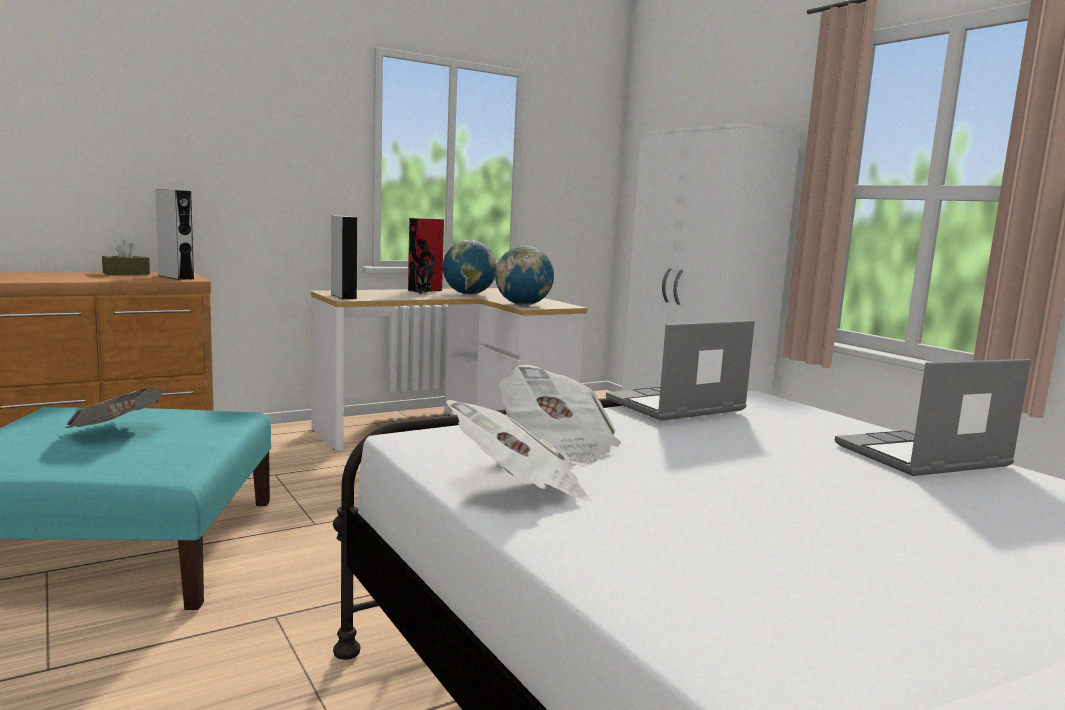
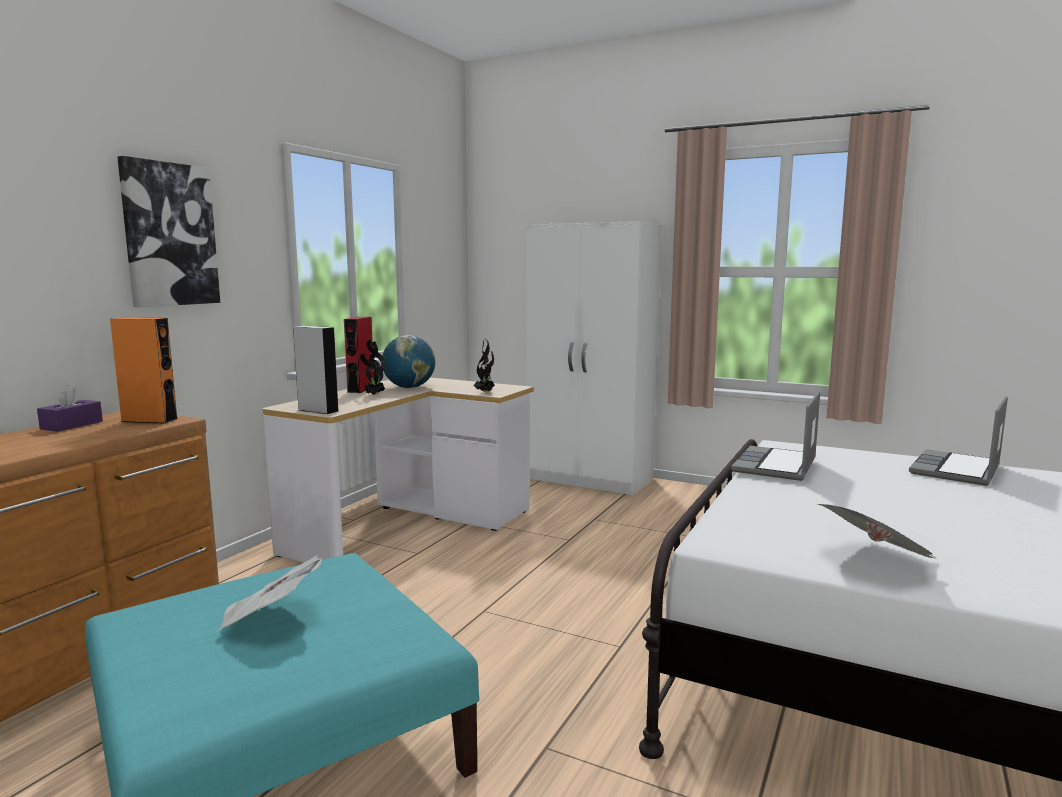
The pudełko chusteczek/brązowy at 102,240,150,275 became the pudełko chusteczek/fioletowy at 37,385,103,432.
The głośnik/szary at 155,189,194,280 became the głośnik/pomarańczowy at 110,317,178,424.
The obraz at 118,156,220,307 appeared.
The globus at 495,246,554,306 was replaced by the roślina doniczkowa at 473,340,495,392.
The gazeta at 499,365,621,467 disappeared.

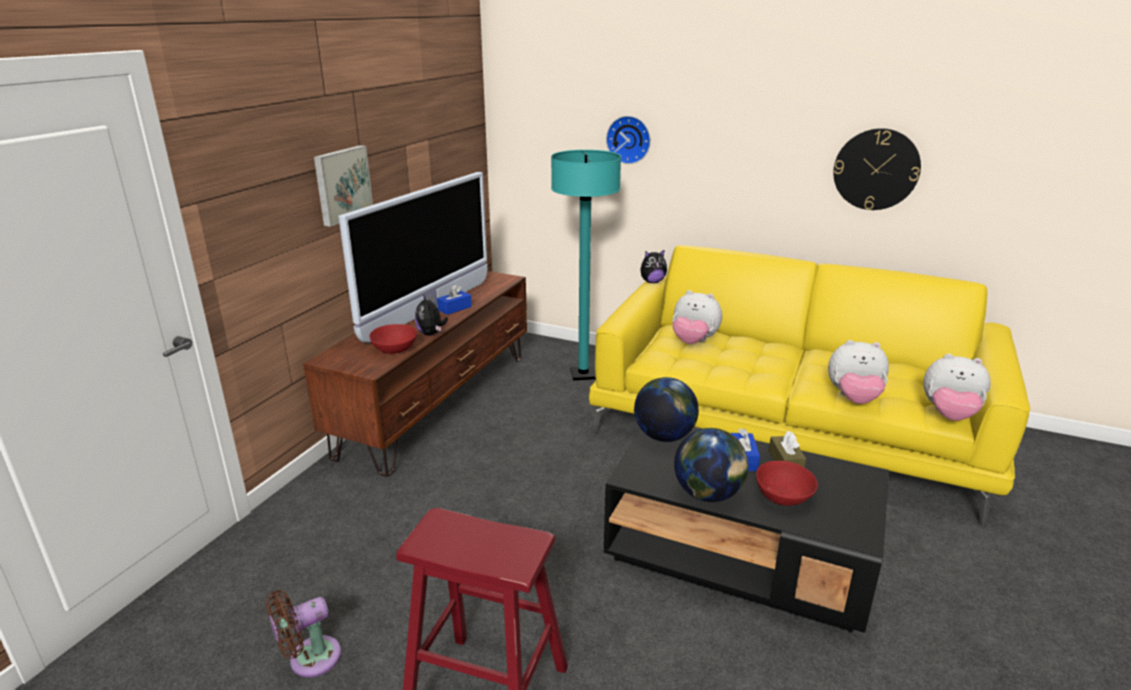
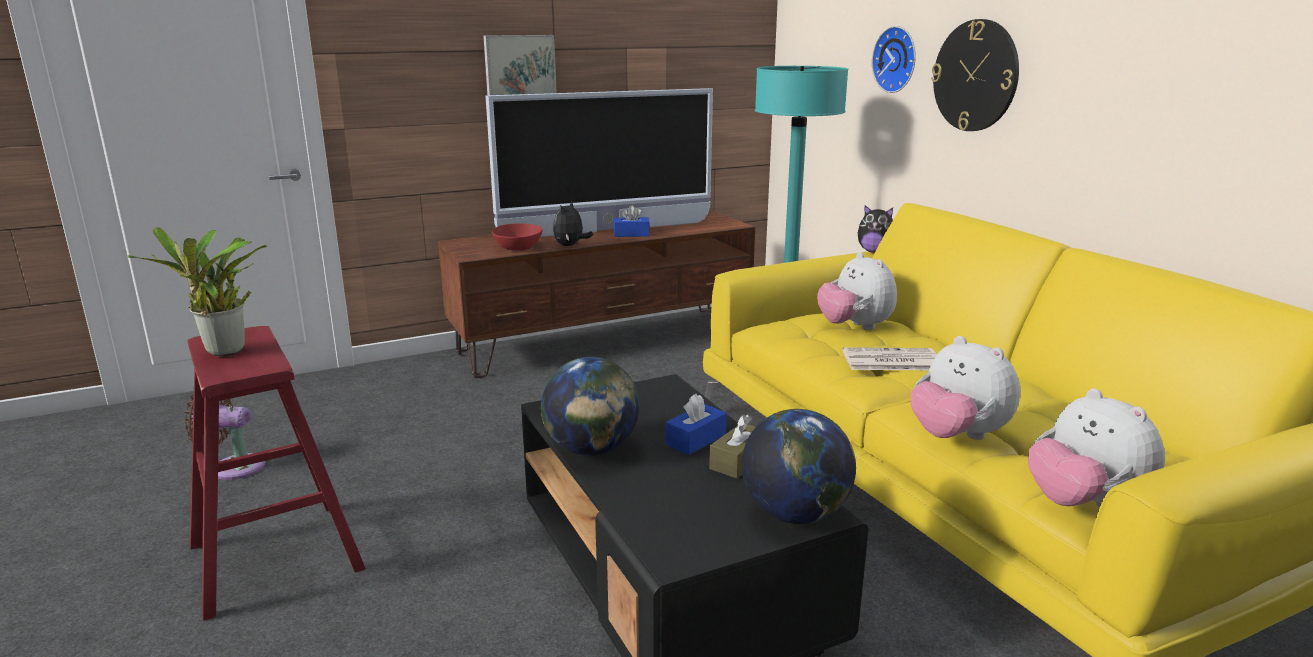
The roślina doniczkowa at 126,227,267,356 appeared.
The globus moved from 634,377,699,442 to 741,409,856,524.
The gazeta at 843,347,937,370 appeared.
The zegar ścienny moved from 833,128,921,210 to 931,19,1019,131.
The miska/czerwony at 756,461,818,506 disappeared.

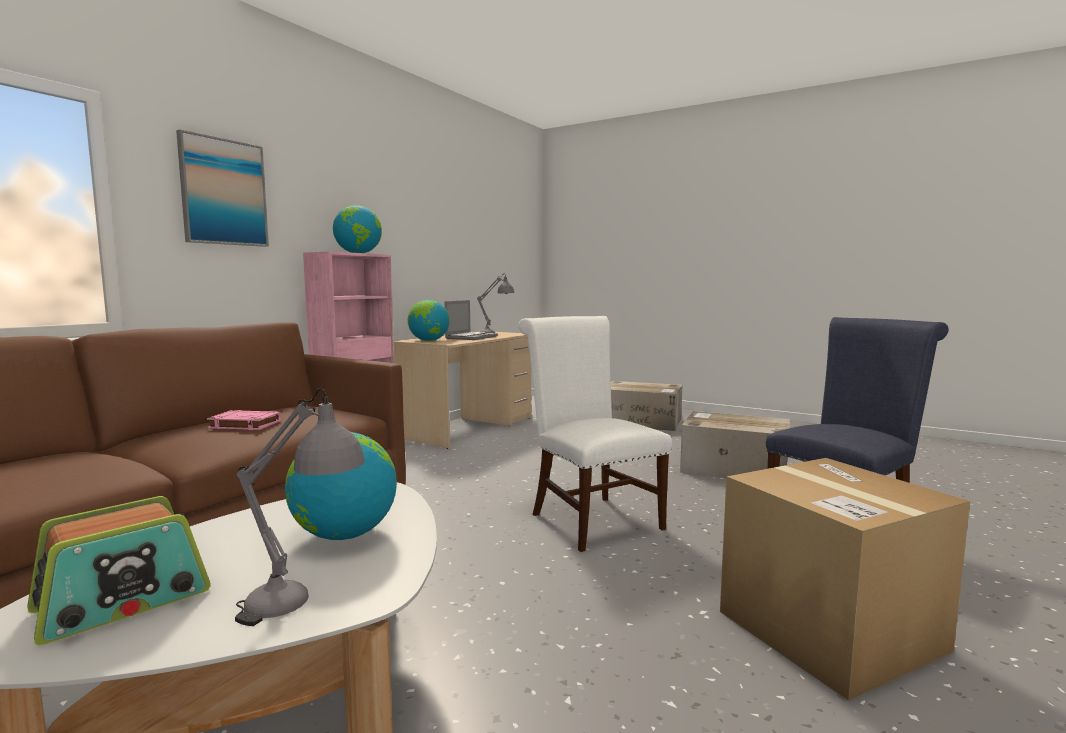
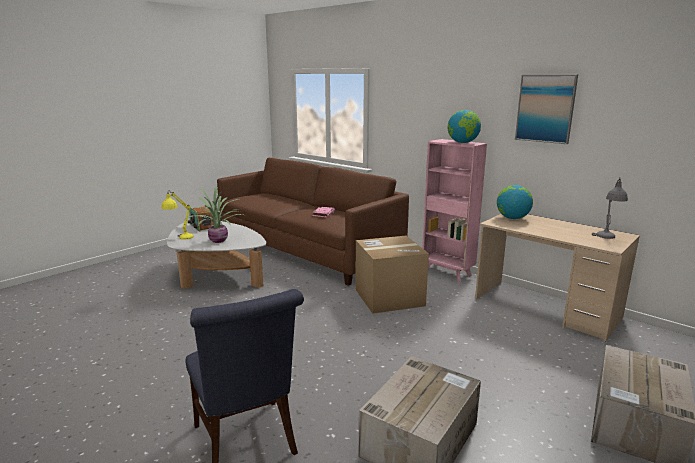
The lampa stołowa/szary at 235,388,365,626 became the lampa stołowa/żółty at 161,190,194,239.
The globus at 285,432,397,540 was replaced by the roślina doniczkowa at 187,187,243,243.
The karton moved from 720,458,970,701 to 355,236,429,314.
The obraz moved from 176,129,269,247 to 515,75,578,144.
The laptop at 445,300,498,340 disappeared.
The krzesło/biały at 518,316,672,552 disappeared.

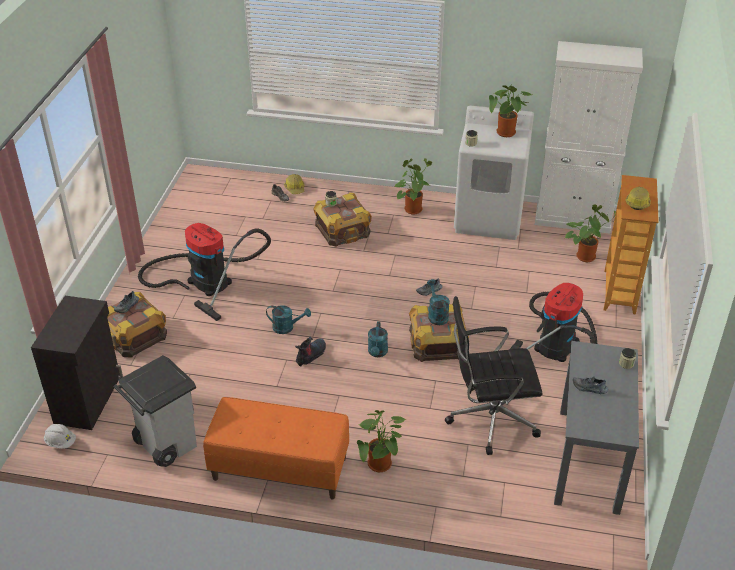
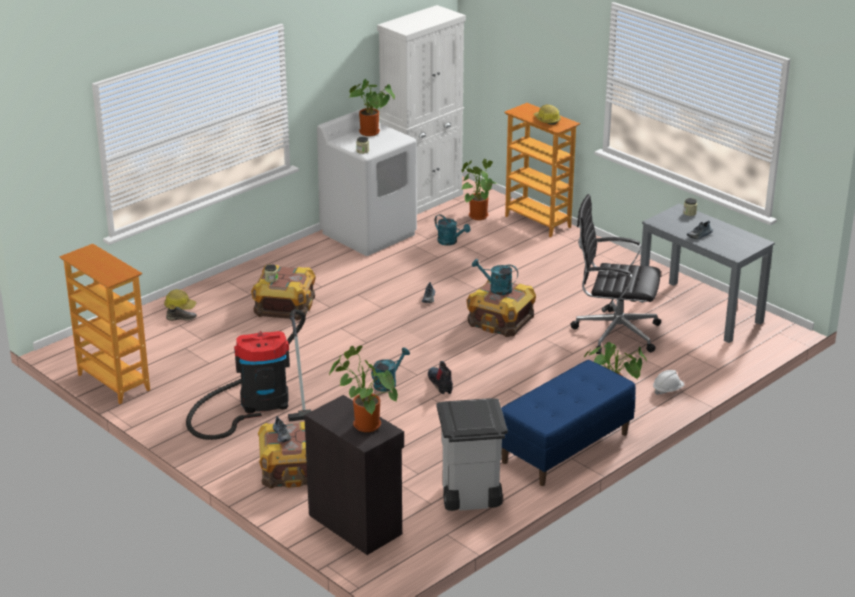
The regał at 59,244,150,404 appeared.
The roślina doniczkowa moved from 394,158,432,215 to 329,346,398,432.
The konewka/turkusowy moved from 368,321,388,357 to 435,214,470,246.
The ławka/pomarańczowy at 203,397,349,499 became the ławka/niebieski at 501,360,636,486.
The krzesło biurowe/czarny at 445,296,543,455 turned 75 degrees clockwise.
The kask/biały moved from 44,424,76,449 to 653,370,684,395.
The odkurzacz at 510,283,598,362 disappeared.

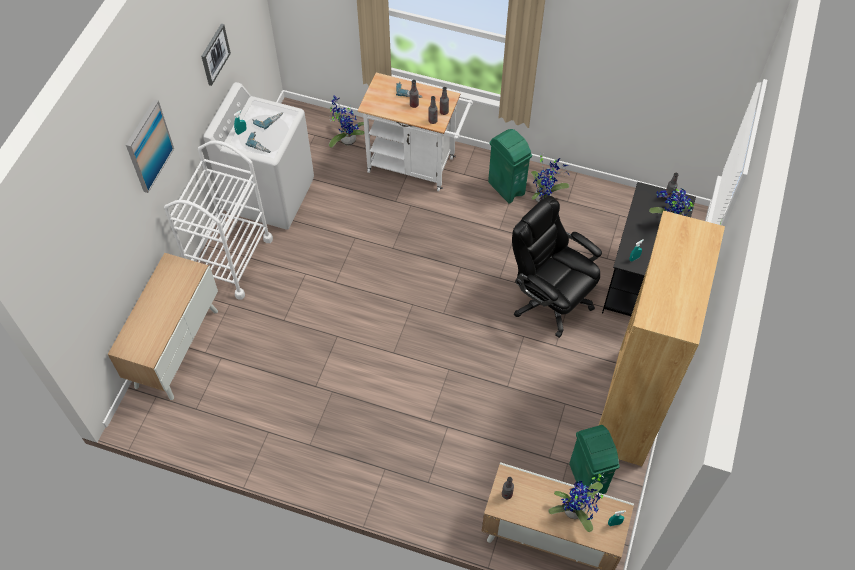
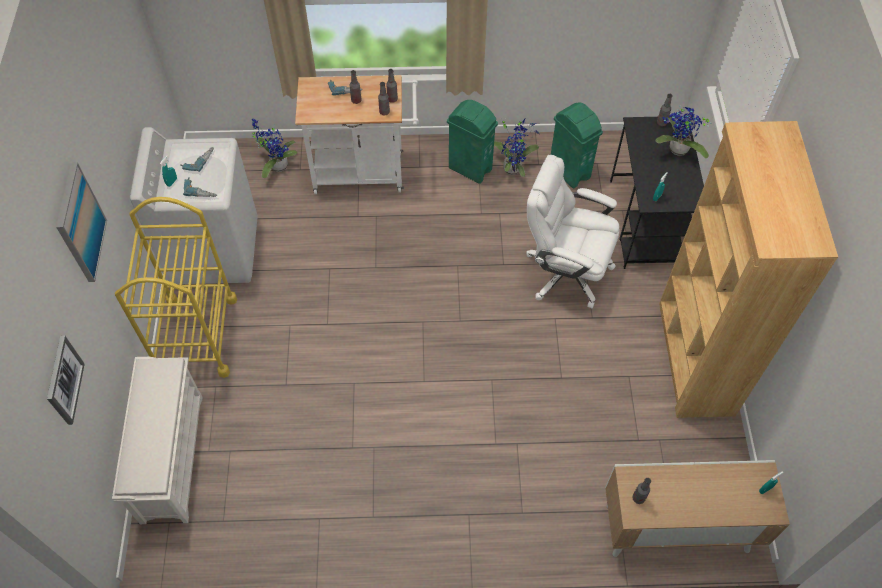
The obraz moved from 201,24,231,86 to 47,336,85,425.
The szafka at 108,253,218,400 was replaced by the regał na buty/biały at 112,357,203,524.
The wózek/biały at 164,140,273,300 became the wózek/żółty at 115,197,237,378.
The krzesło biurowe/czarny at 512,195,602,338 became the krzesło biurowe/biały at 526,155,620,308.
The kosz na śmieci/zielony moved from 569,425,620,494 to 551,102,603,188.
The roślina doniczkowa at 548,472,605,532 disappeared.

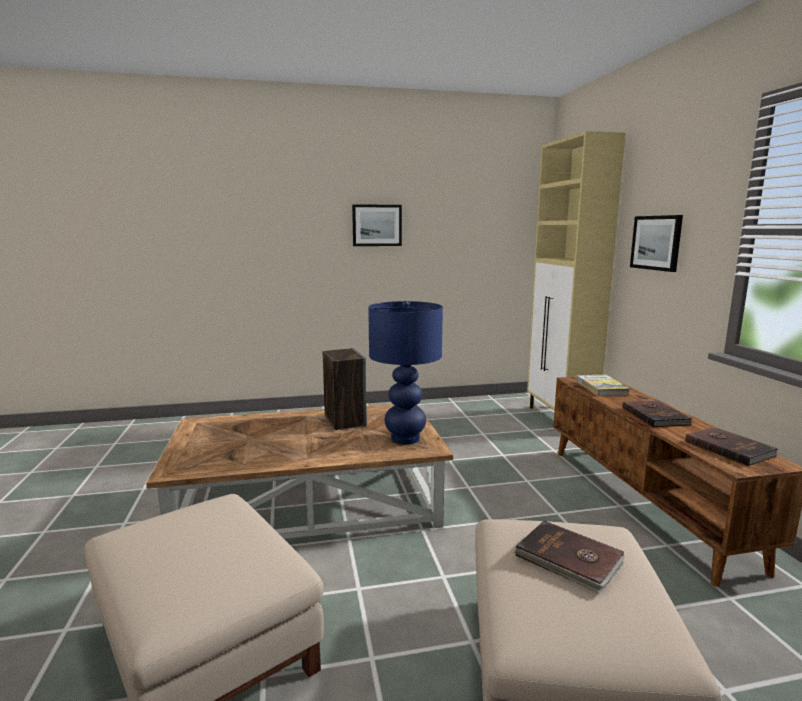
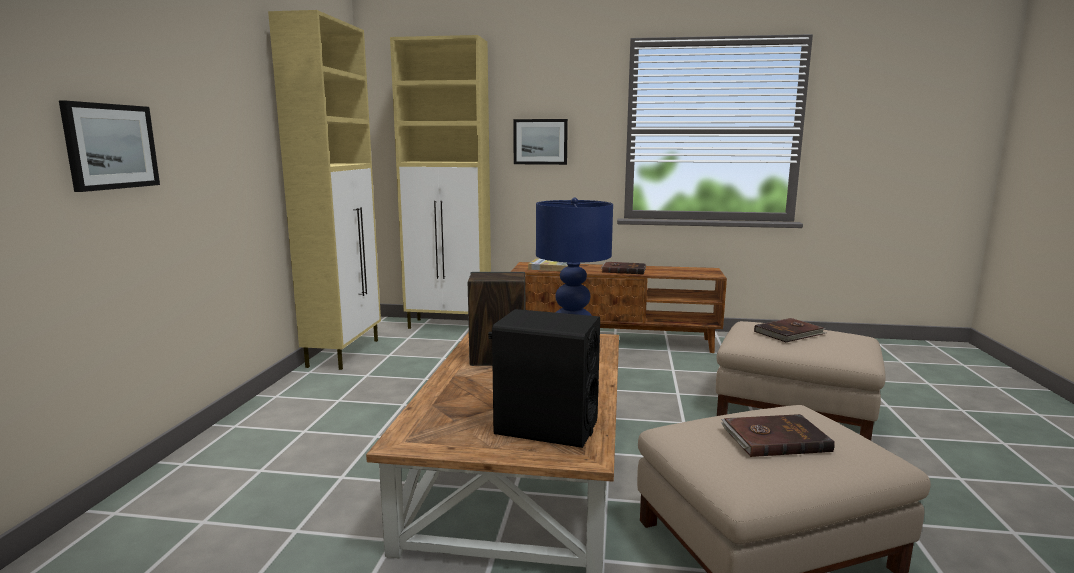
The obraz moved from 352,204,402,246 to 59,101,160,192.
The szafka/beżowy at 268,10,381,370 appeared.
The głośnik/czarny at 488,309,600,448 appeared.
The książka/brązowy moved from 685,427,779,466 to 721,414,835,457.

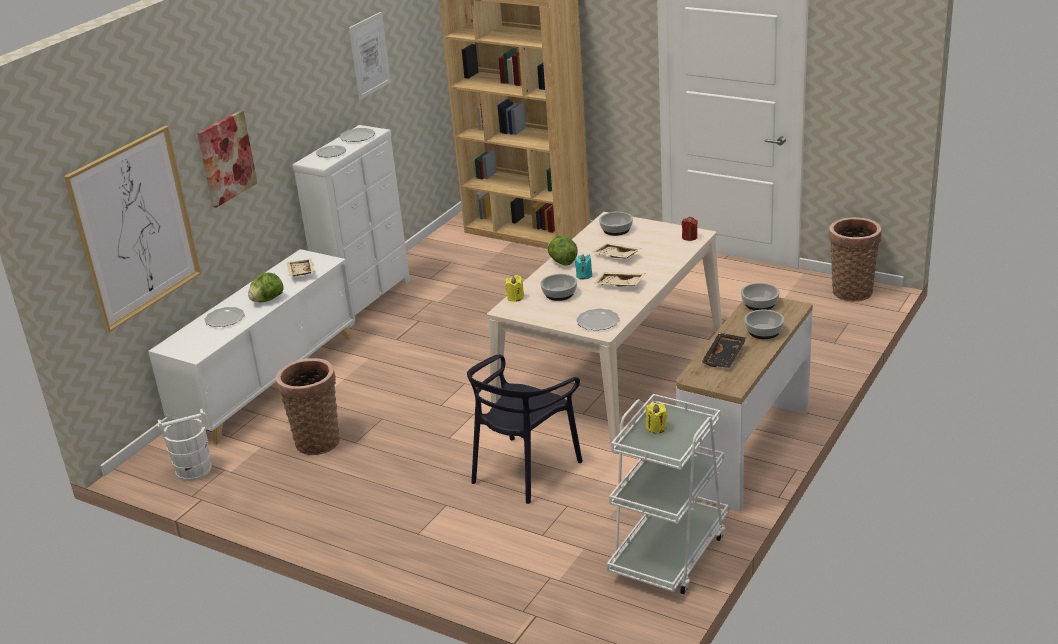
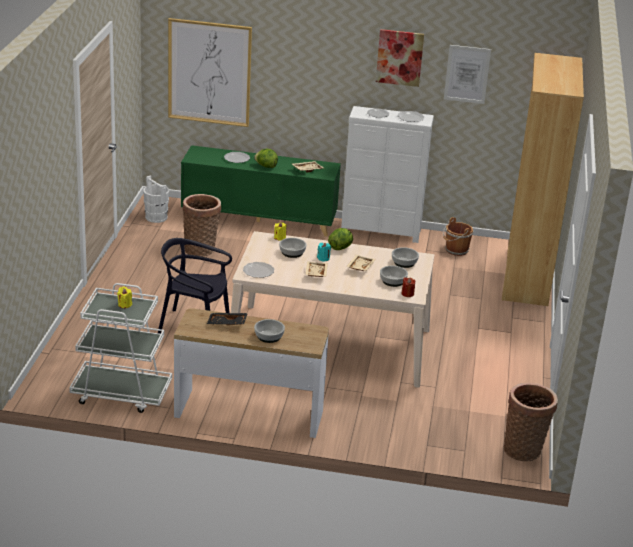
The szafka/biały at 148,249,355,445 became the szafka/zielony at 181,145,341,237.
The obraz moved from 197,110,257,208 to 376,29,424,87.
The miska moved from 741,283,780,311 to 380,266,408,287.
The wiadro/brązowy at 443,217,474,256 appeared.

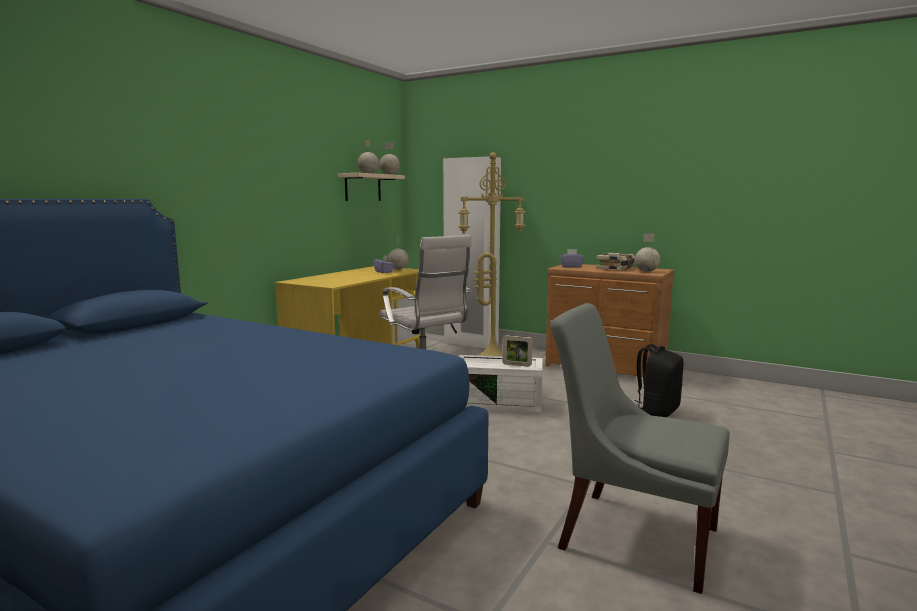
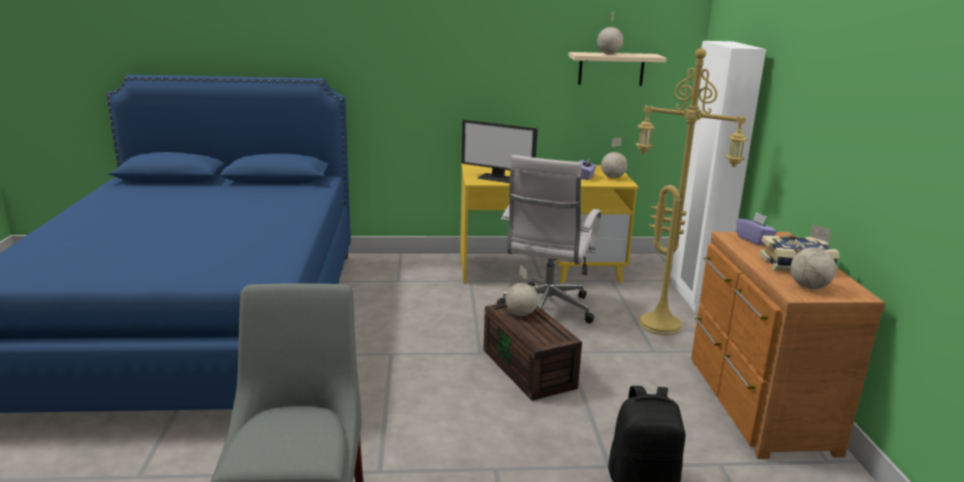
The monitor at 462,120,538,183 appeared.
The pojemnik do przechowywania/biały at 458,355,543,414 became the pojemnik do przechowywania/brązowy at 483,303,582,401.
The globus moved from 380,142,400,175 to 505,265,538,316.
The ramka na zdjęcie at 502,335,532,367 disappeared.

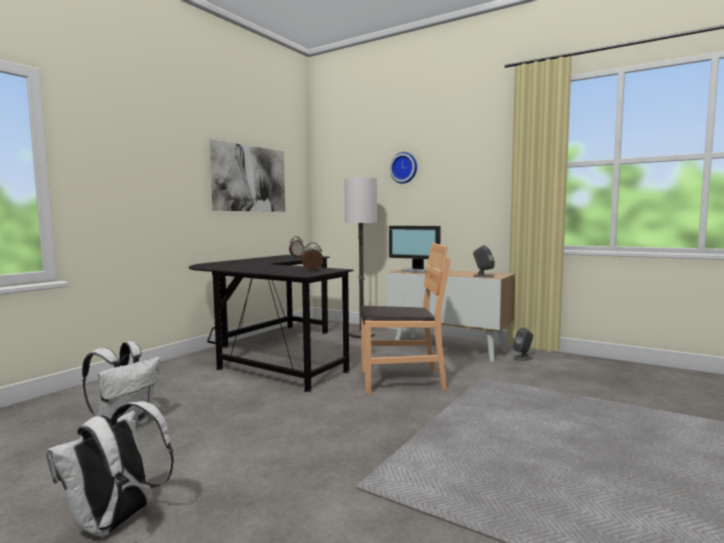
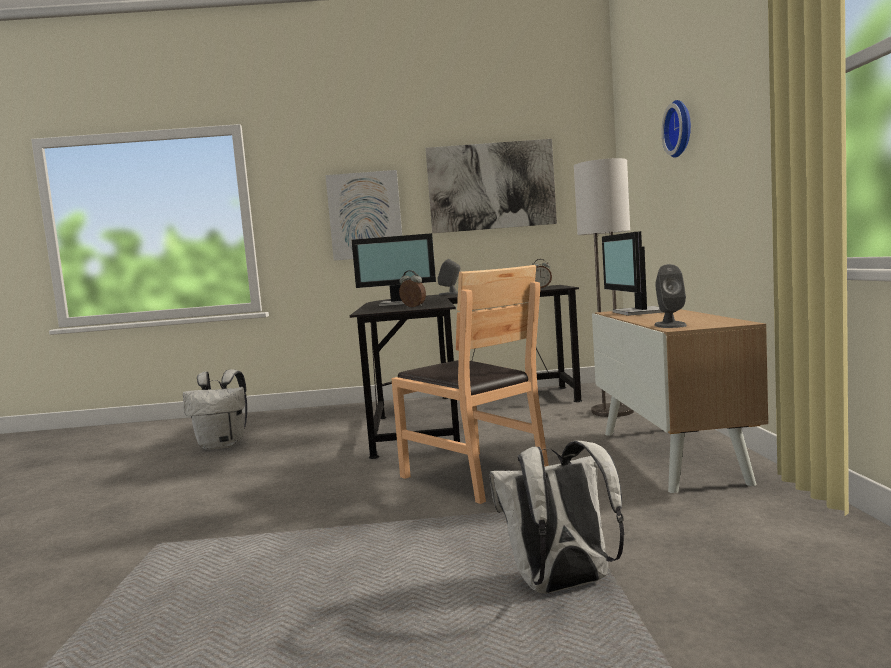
The obraz at 325,170,402,261 appeared.
The monitor at 352,233,436,306 appeared.
The głośnik/szary moved from 513,328,533,361 to 438,259,460,295.
The plecak/biały moved from 46,401,174,536 to 489,441,624,594.

